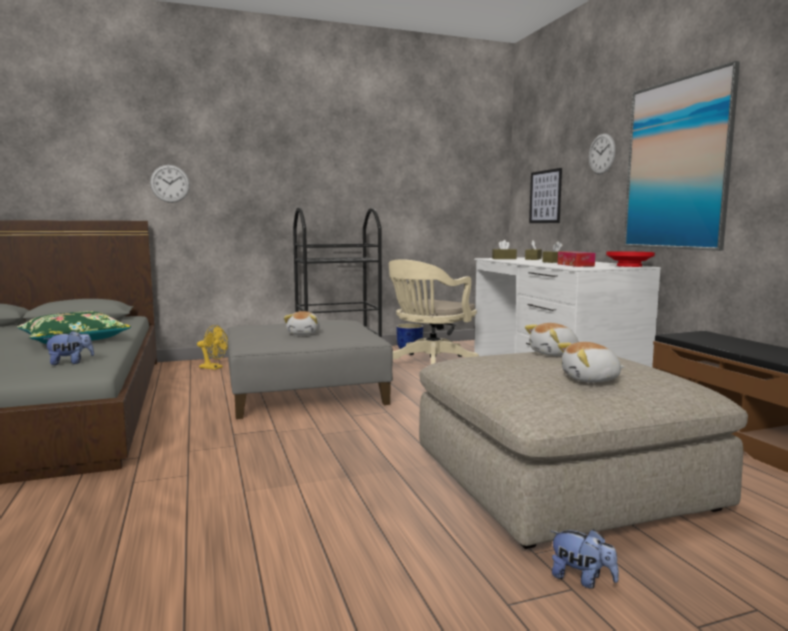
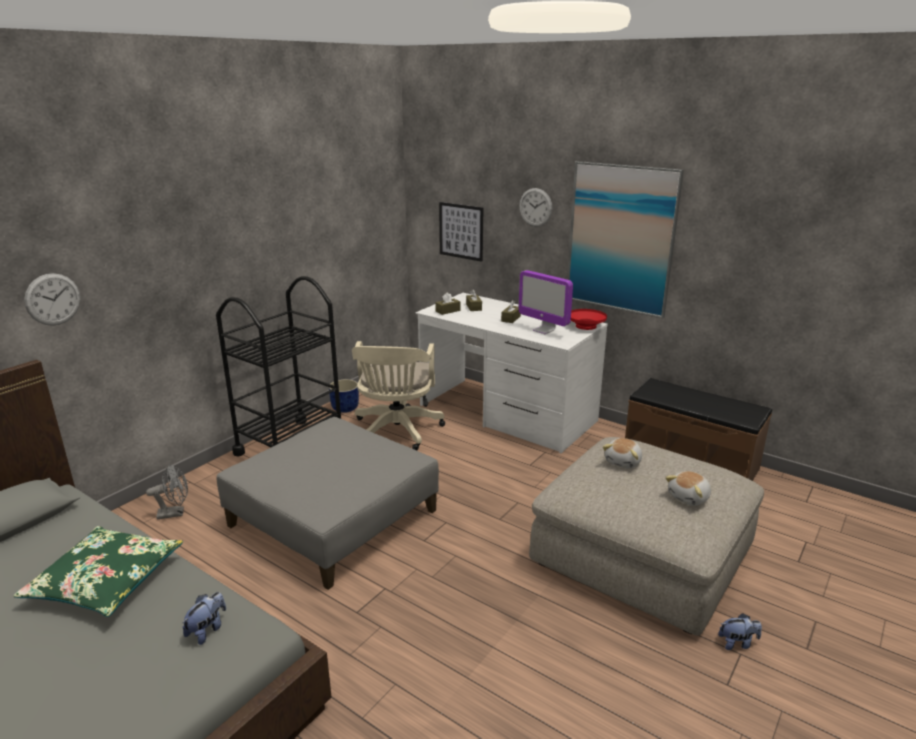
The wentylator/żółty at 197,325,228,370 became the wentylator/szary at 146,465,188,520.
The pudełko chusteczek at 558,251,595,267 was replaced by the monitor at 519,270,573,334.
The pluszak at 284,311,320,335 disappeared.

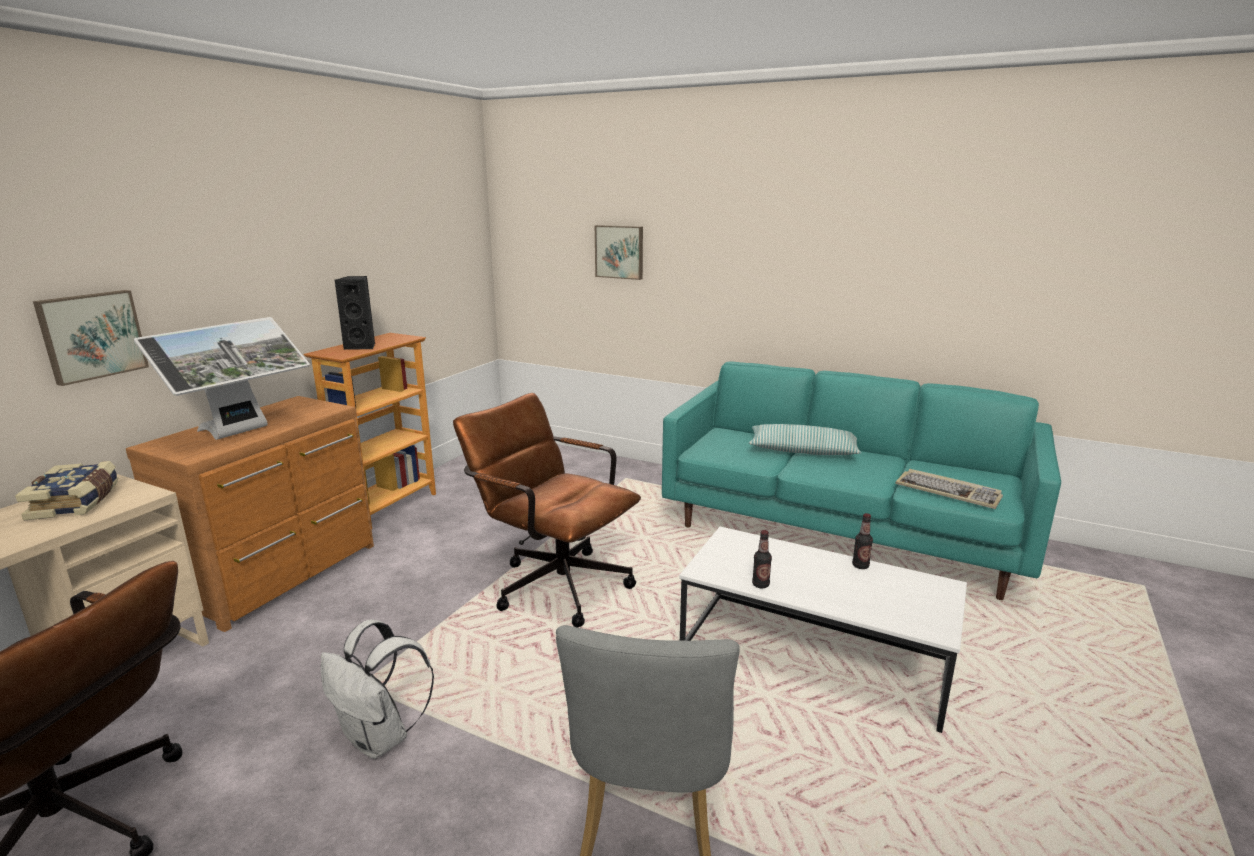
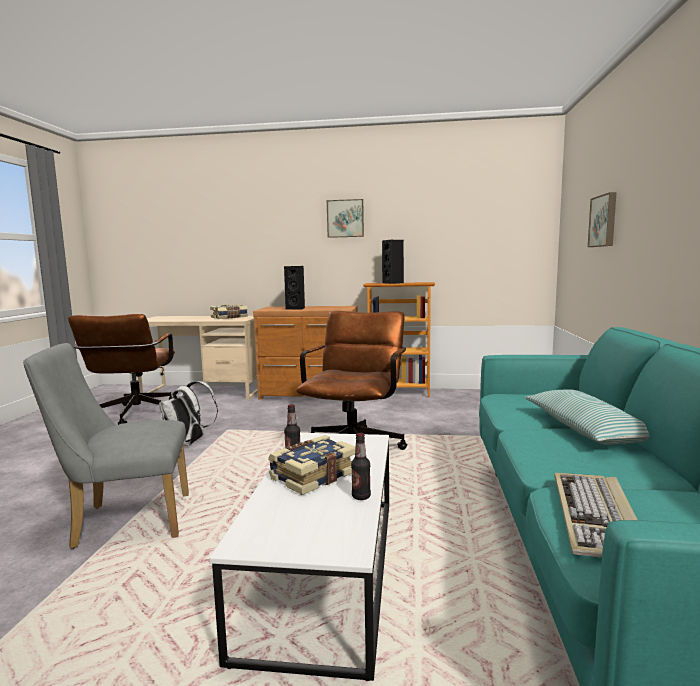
The książka at 268,435,356,495 appeared.
The monitor at 134,317,310,440 was replaced by the głośnik/czarny at 284,266,305,310.
The obraz moved from 33,290,149,386 to 327,199,364,238.

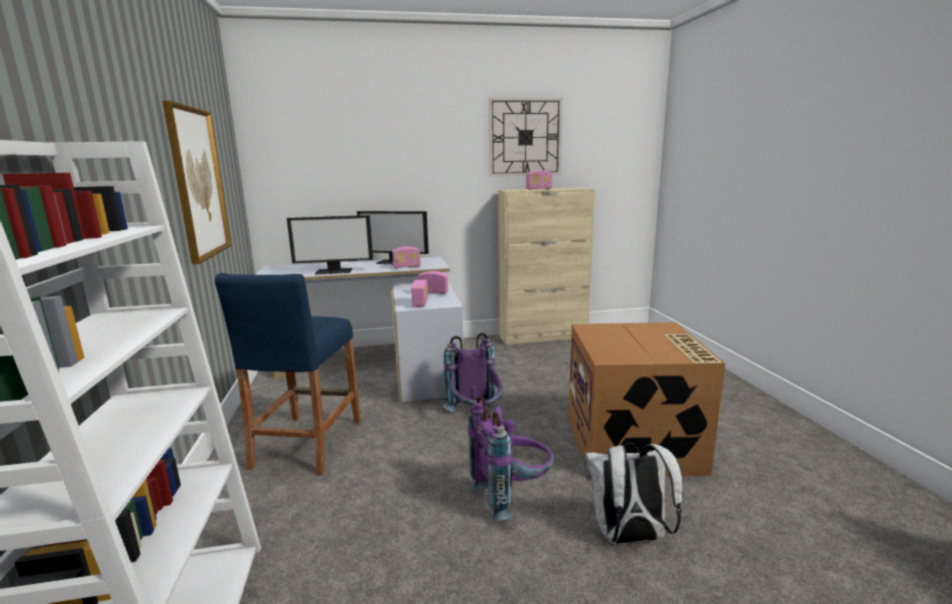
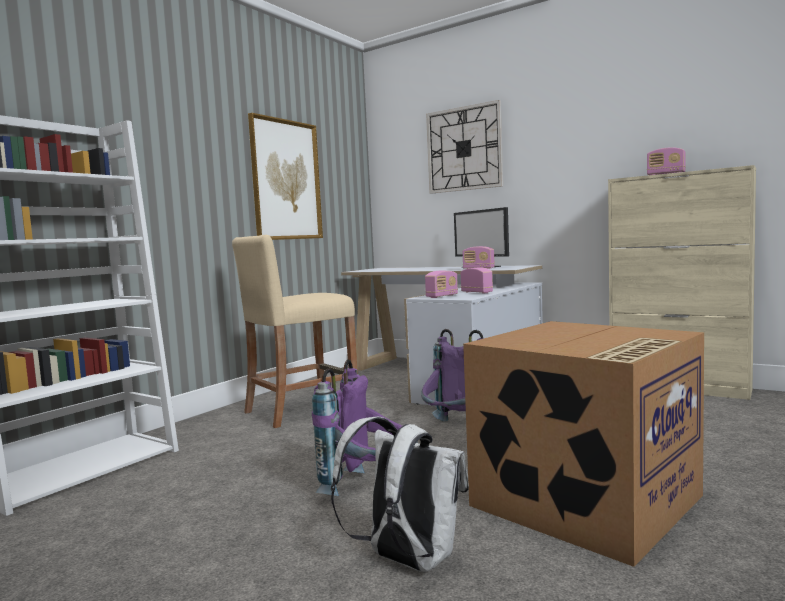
The stołek/niebieski at 215,273,361,475 became the stołek/beżowy at 232,235,358,428.
The zegar ścienny moved from 489,98,562,177 to 426,100,503,194.
The monitor at 287,215,373,275 disappeared.

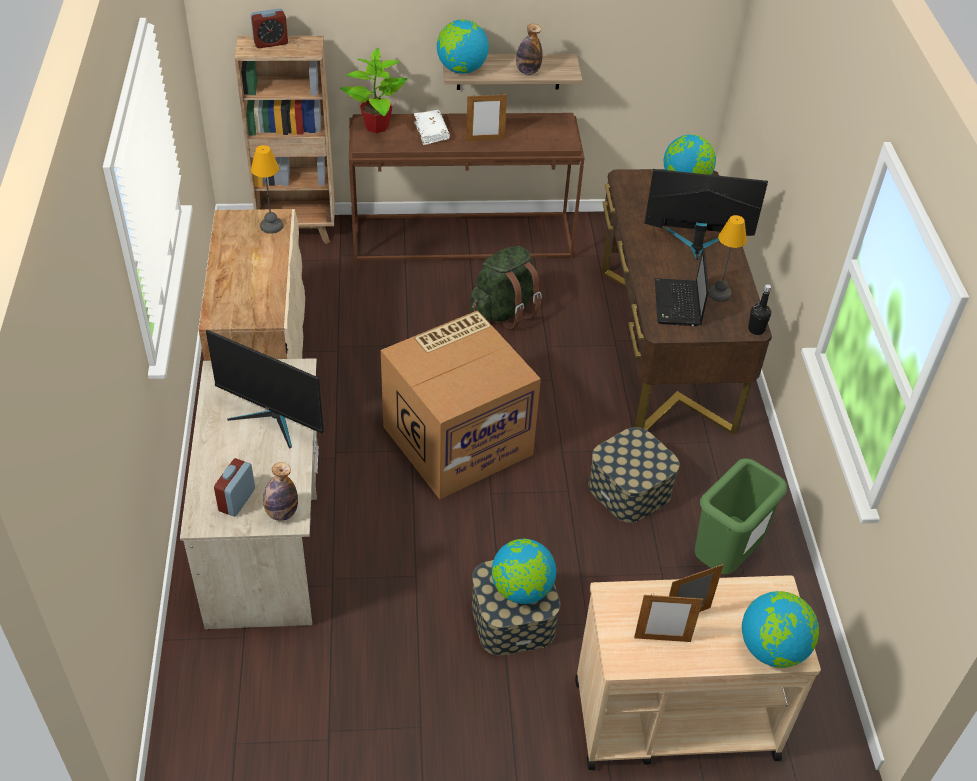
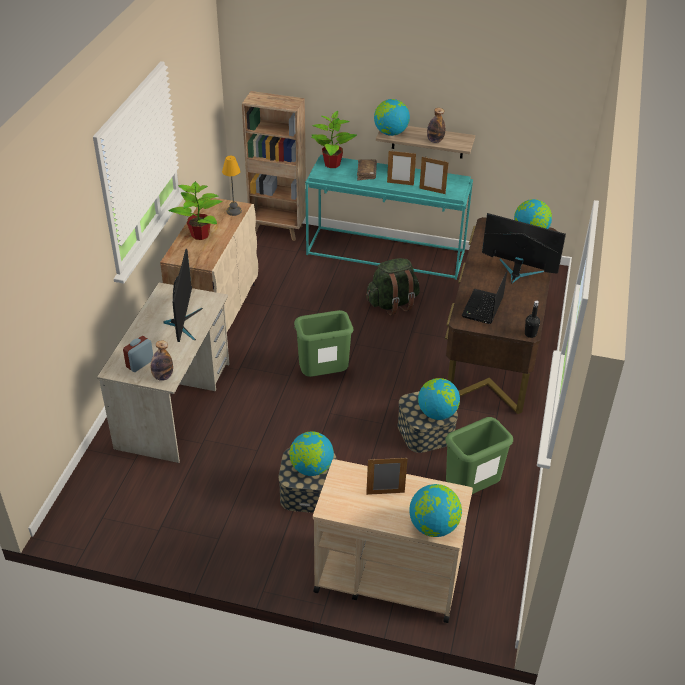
The monitor at 206,330,324,449 turned 135 degrees counterclockwise.
The roślina doniczkowa at 168,182,223,240 appeared.
The karton at 381,310,541,499 was replaced by the kosz na śmieci/zielony at 294,310,353,377.
The stolik konsolowy/brązowy at 349,113,584,262 became the stolik konsolowy/turkusowy at 305,155,473,280.
The książka/biały at 414,110,450,145 became the książka/brązowy at 357,159,377,181.
The globus at 418,378,460,420 appeared.
The ramka na zdjęcie moved from 634,594,703,642 to 419,156,449,194.
The budzik at 251,8,288,48 disappeared.
The lampa stołowa at 708,215,747,302 disappeared.

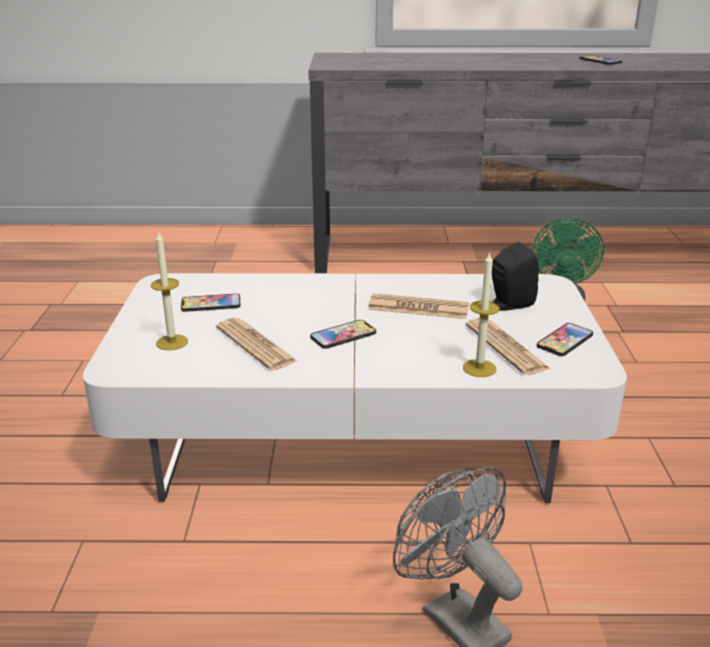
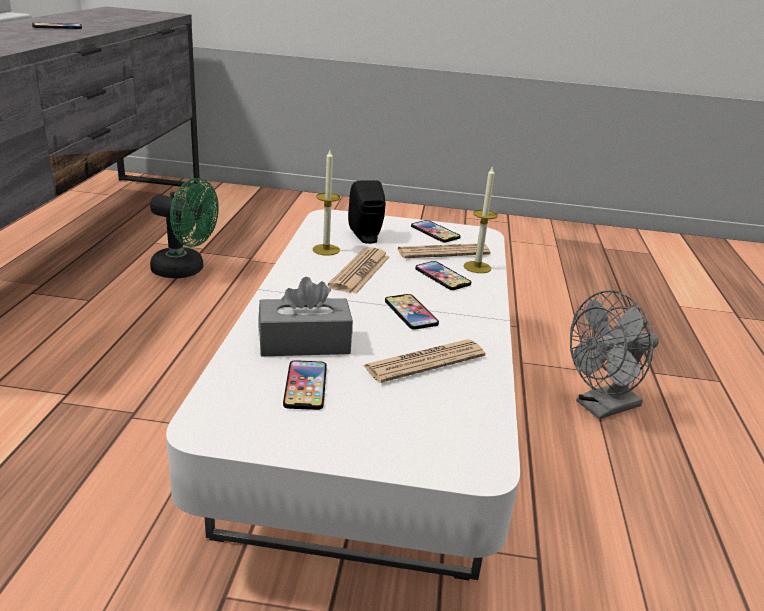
The pudełko chusteczek/szary at 258,277,353,356 appeared.
The świeca moved from 151,231,188,350 to 313,150,340,256.
The telefon at 415,261,471,290 appeared.

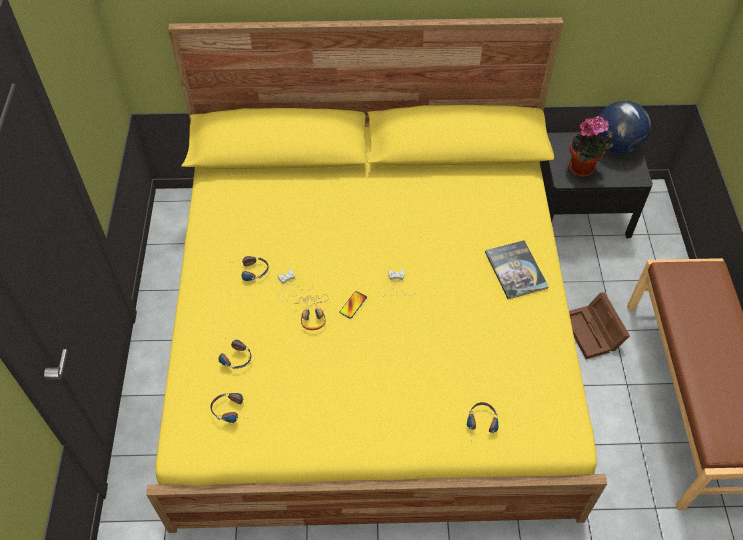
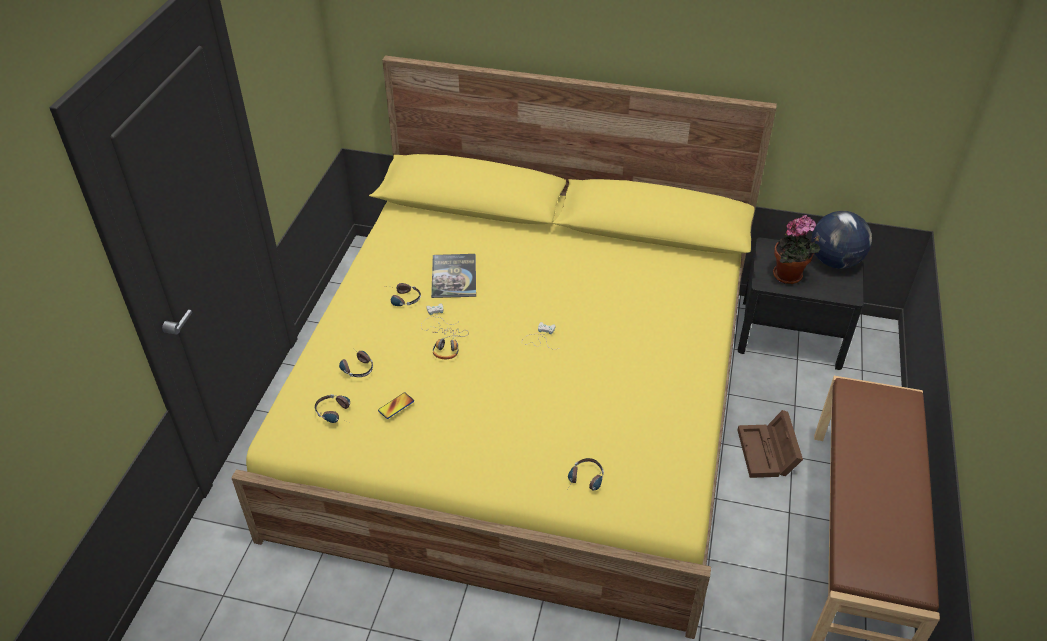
The telefon moved from 340,291,367,319 to 378,393,414,419.
The książka moved from 485,240,549,299 to 431,254,476,298.

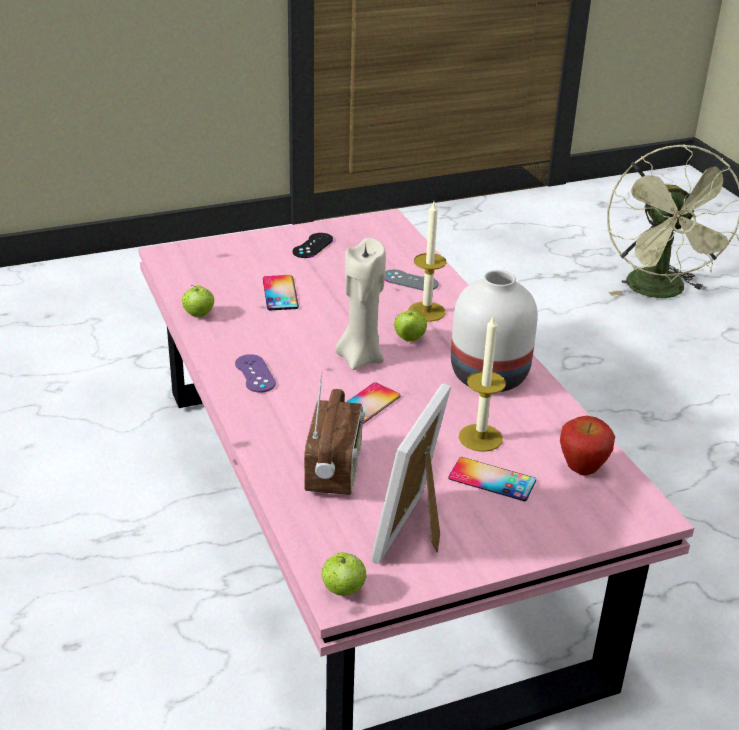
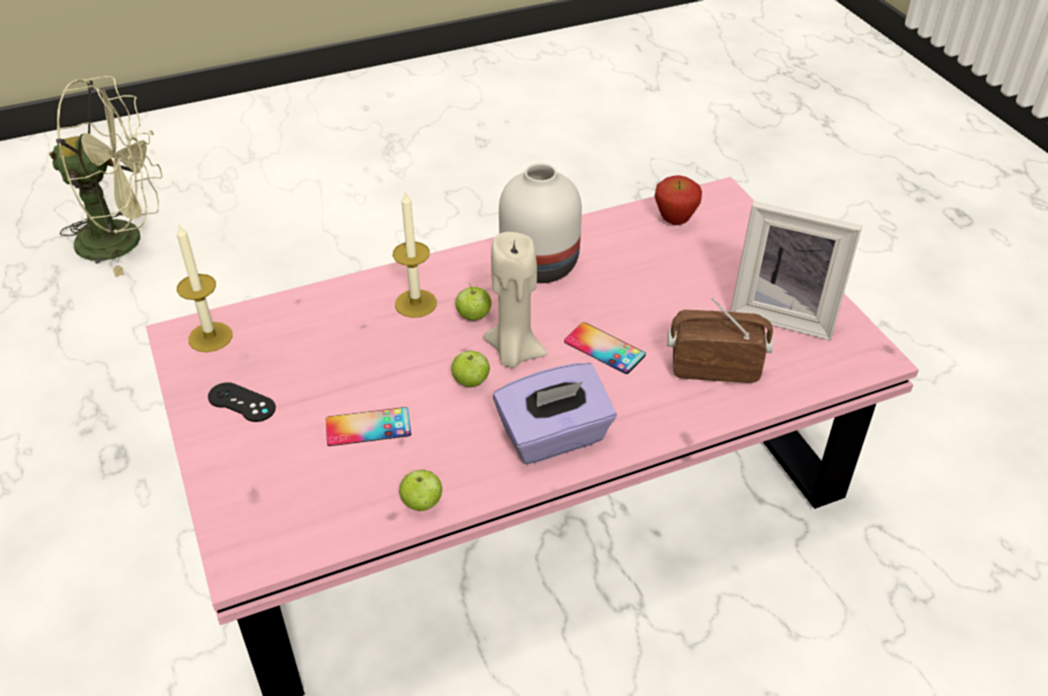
The świeca moved from 459,314,506,452 to 177,224,232,352.
The jabłko moved from 322,552,366,596 to 451,350,490,387.
The pad do gier/fioletowy at 235,354,276,393 was replaced by the pudełko chusteczek/fioletowy at 493,363,616,464.
The pad do gier/szary at 385,269,438,290 disappeared.
The telefon at 448,457,536,501 disappeared.

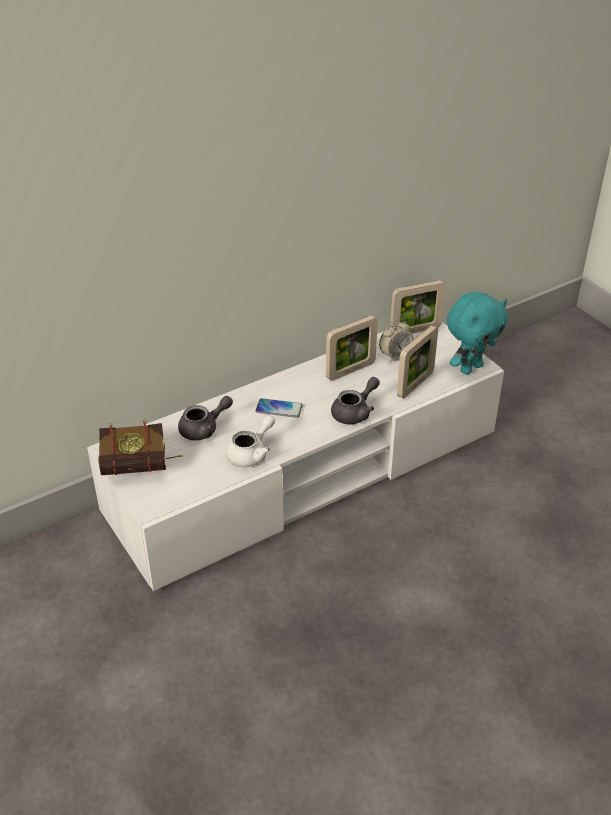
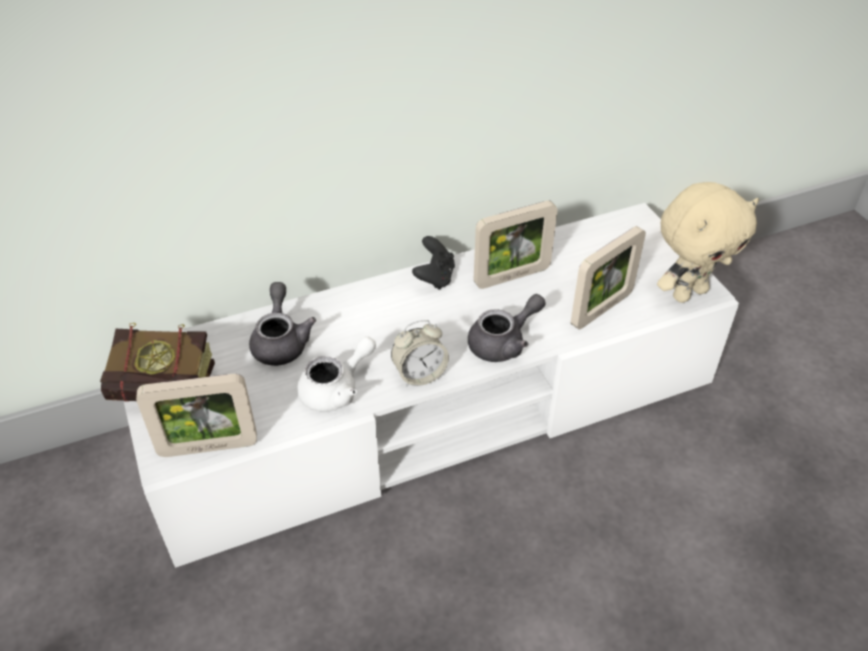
The ramka na zdjęcie moved from 390,280,446,334 to 136,374,257,457.
The imbryk/szary at 178,396,233,440 turned 75 degrees counterclockwise.
The budzik moved from 379,319,414,363 to 391,320,449,387.
The pad do gier/czarny at 412,236,455,290 appeared.
The pluszak/turkusowy at 447,292,508,375 became the pluszak/beżowy at 657,182,759,303.
The telefon at 255,398,303,418 disappeared.

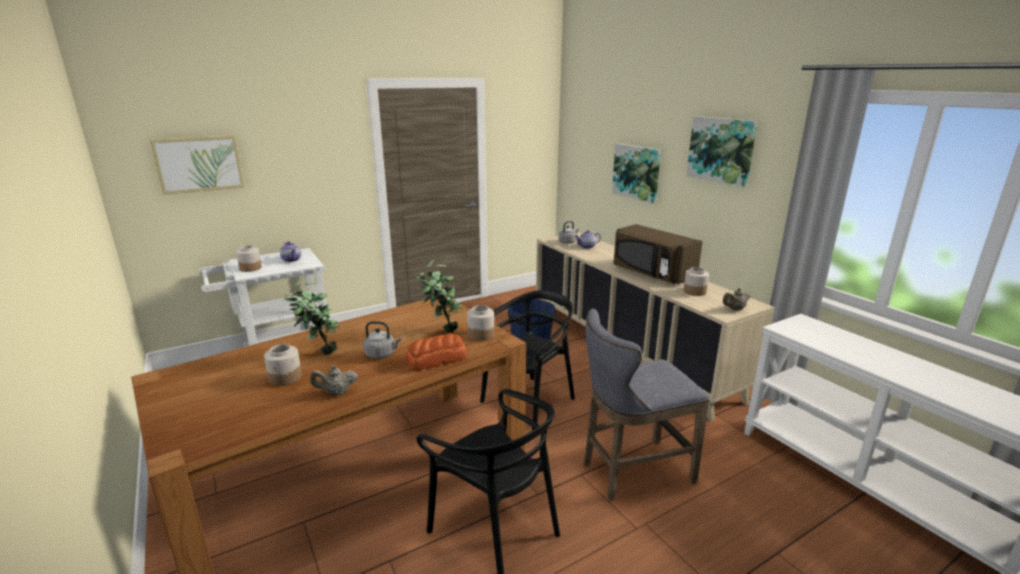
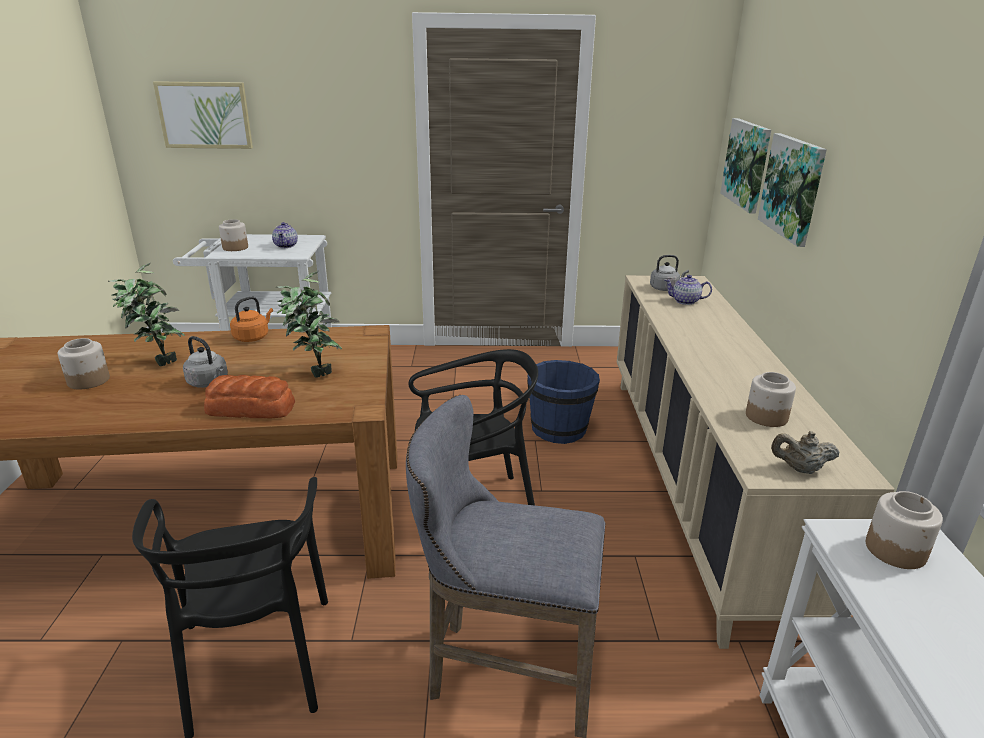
The czajnik/pomarańczowy at 230,296,273,342 appeared.
The obraz moved from 686,116,758,187 to 720,118,771,213.
The słoik moved from 467,305,494,341 to 866,491,943,569.
The imbryk/beżowy at 310,365,358,395 disappeared.
The mikrofalówka/brązowy at 614,224,703,284 disappeared.

